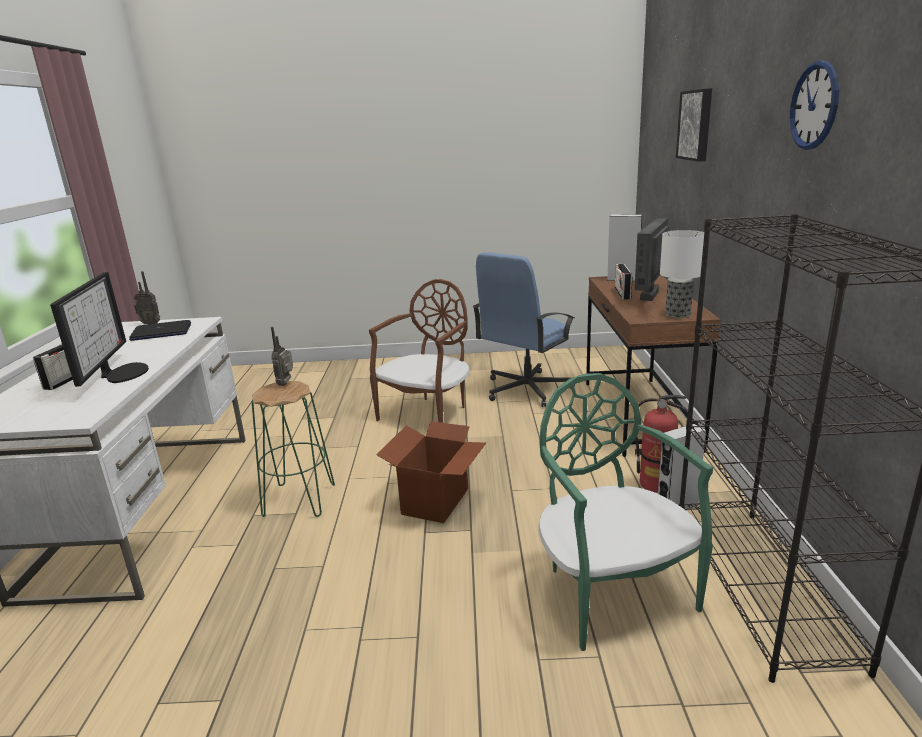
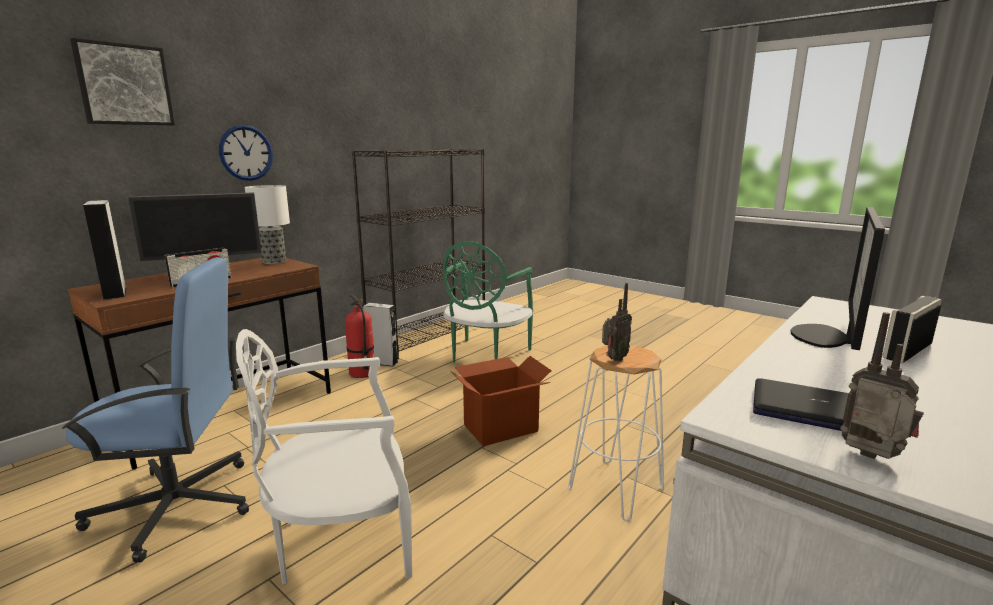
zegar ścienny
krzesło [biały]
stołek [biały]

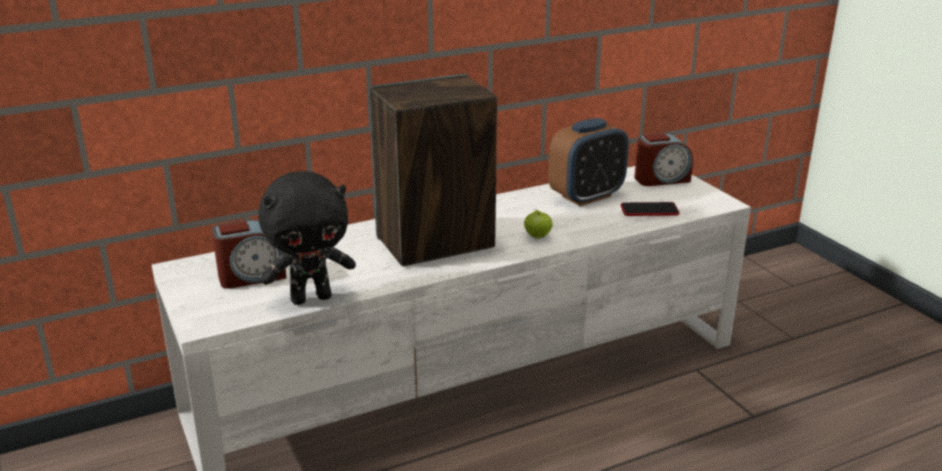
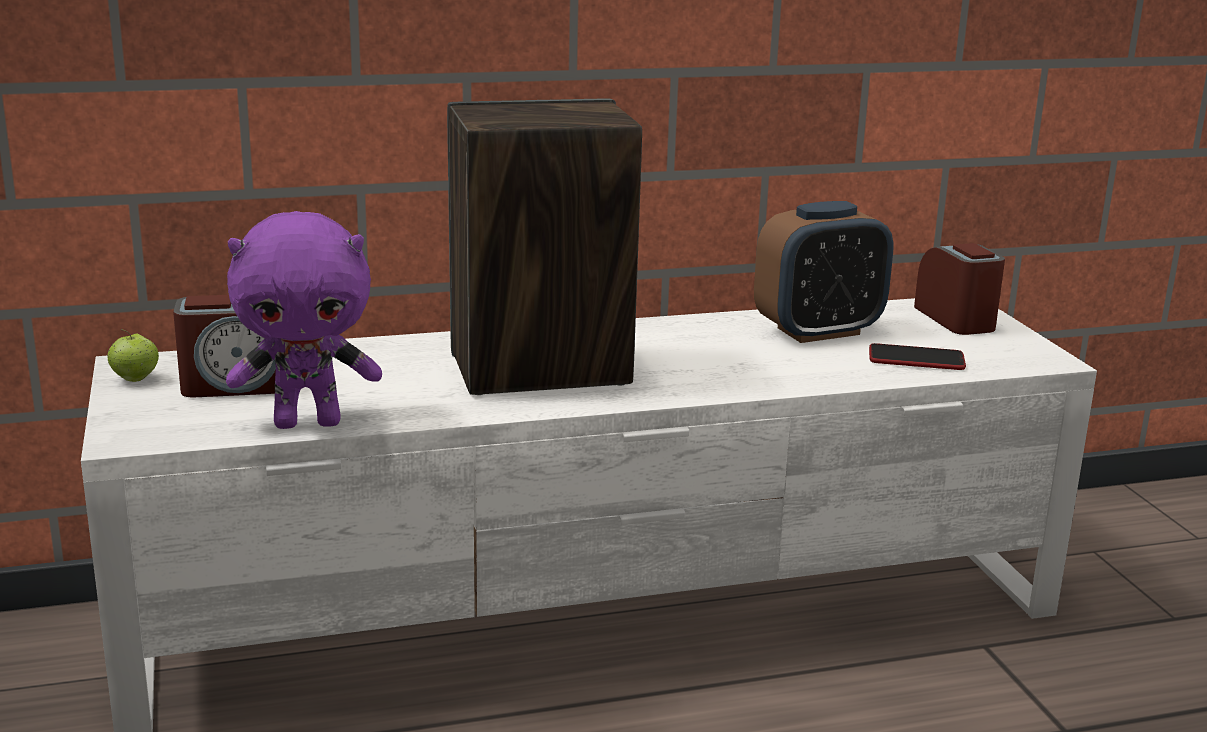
jabłko
pluszak [fioletowy]
budzik (3rd from left)

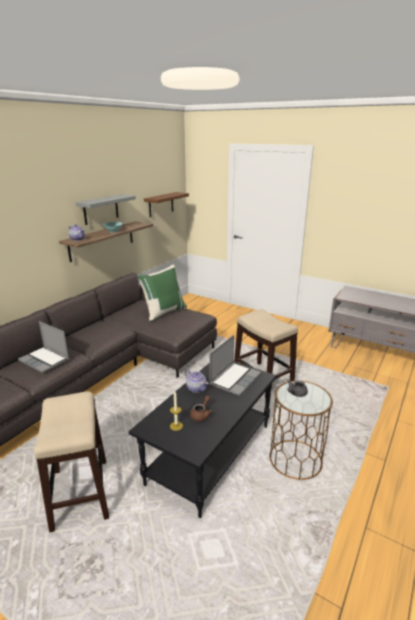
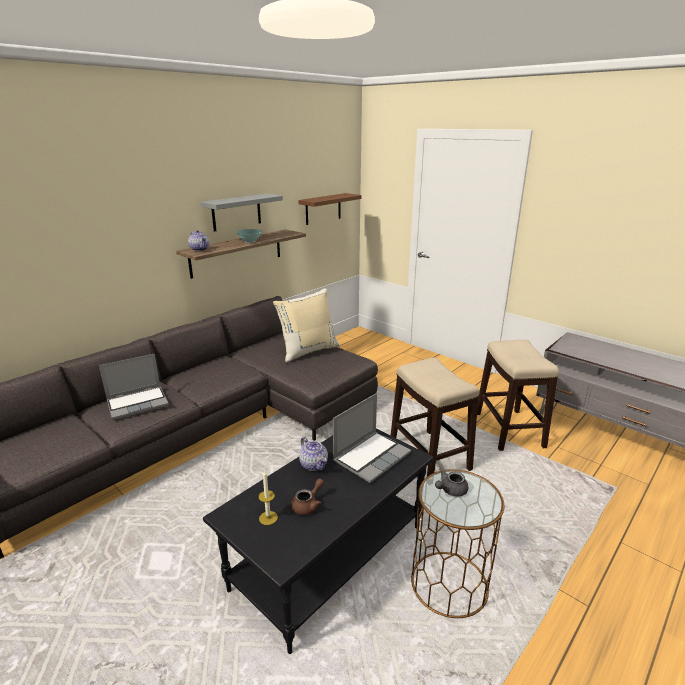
laptop (1st from left)
poduszka [beżowy]
stołek (2nd from left)

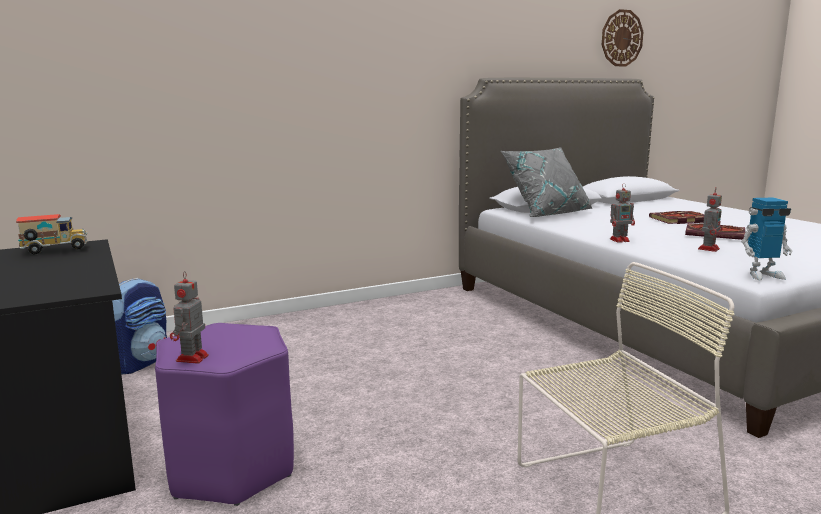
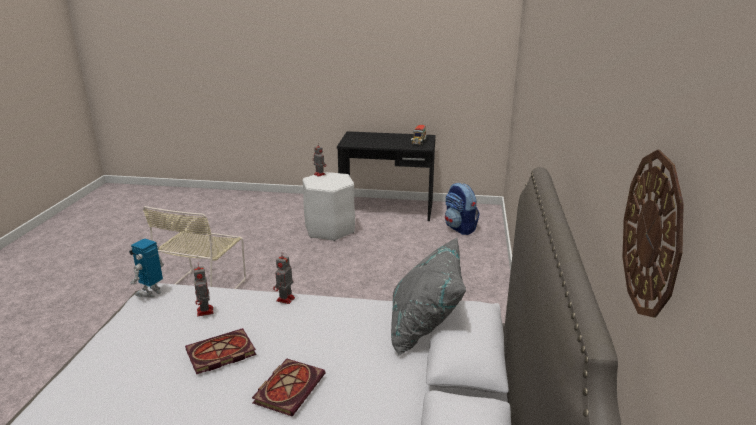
stołek [biały]

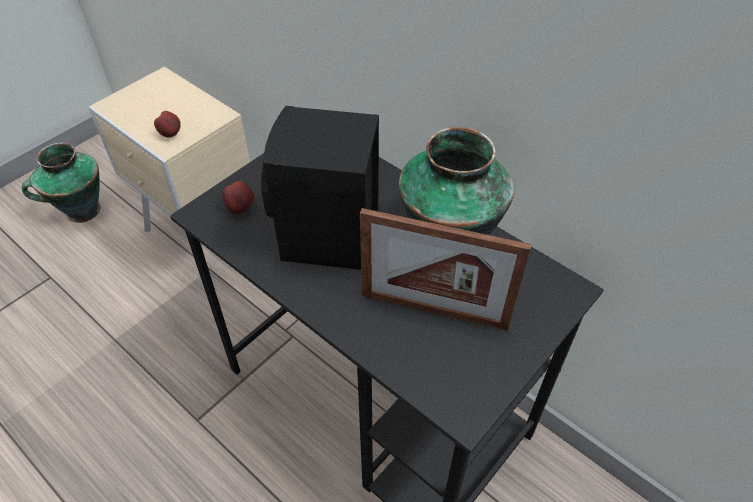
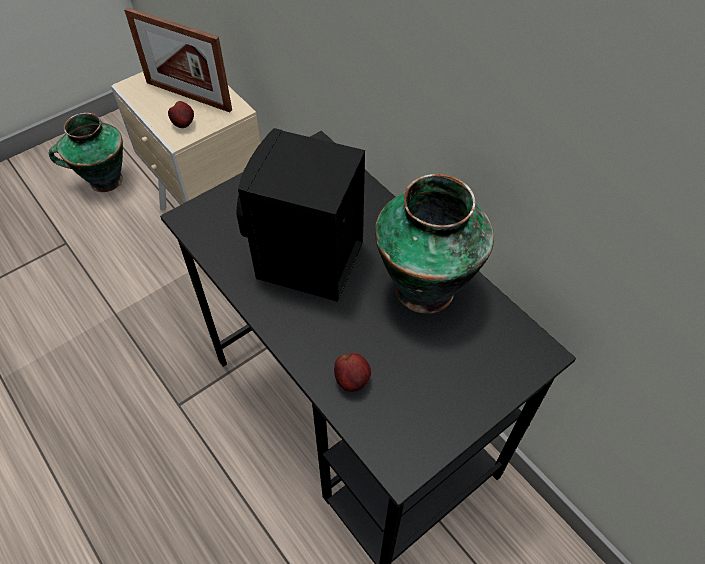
ramka na zdjęcie
jabłko (2nd from left)

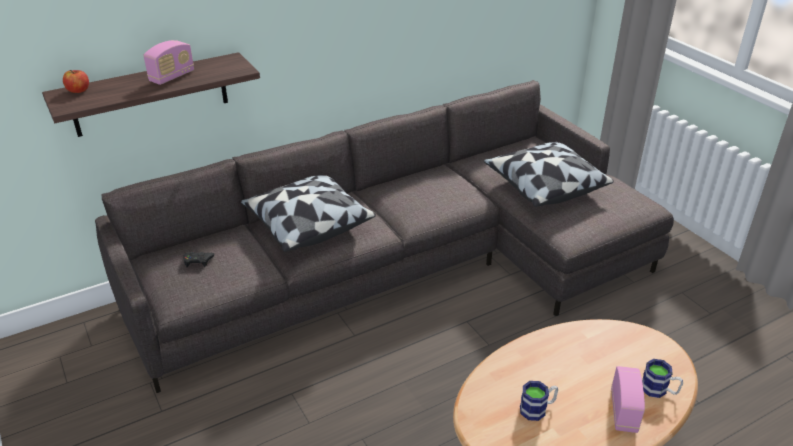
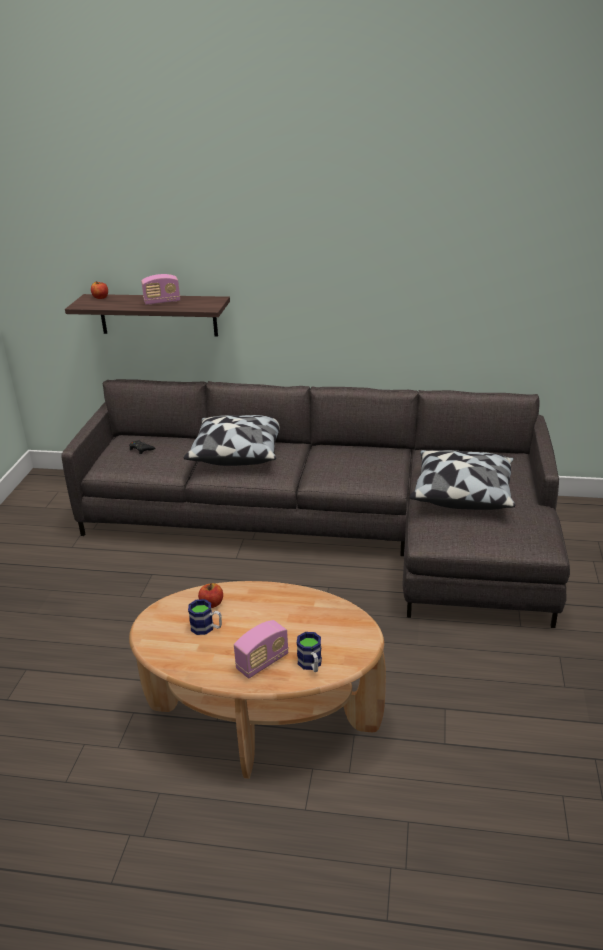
jabłko (2nd from left)

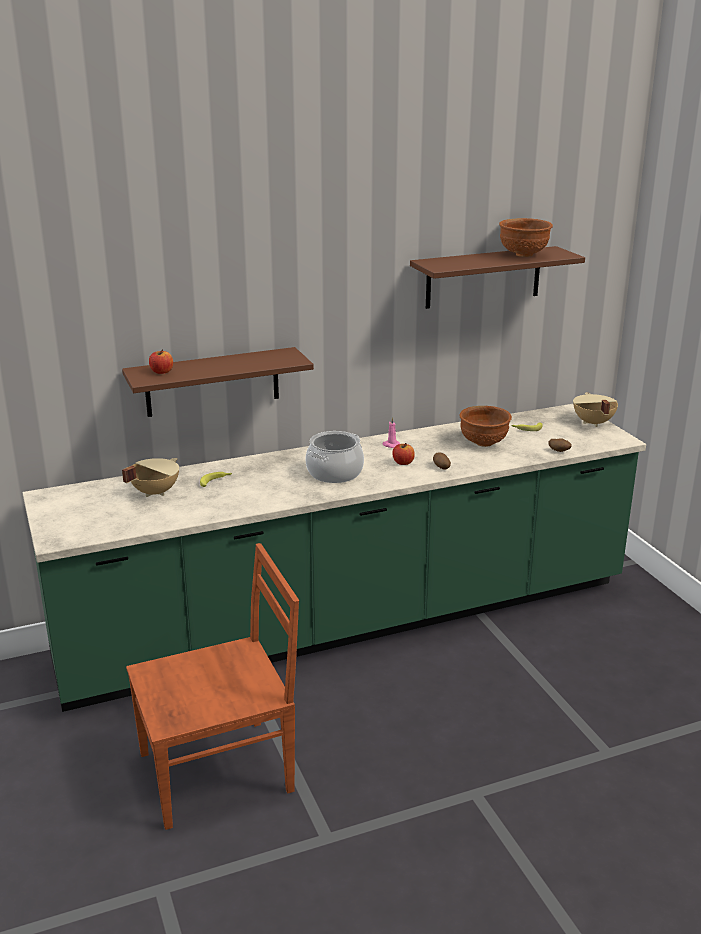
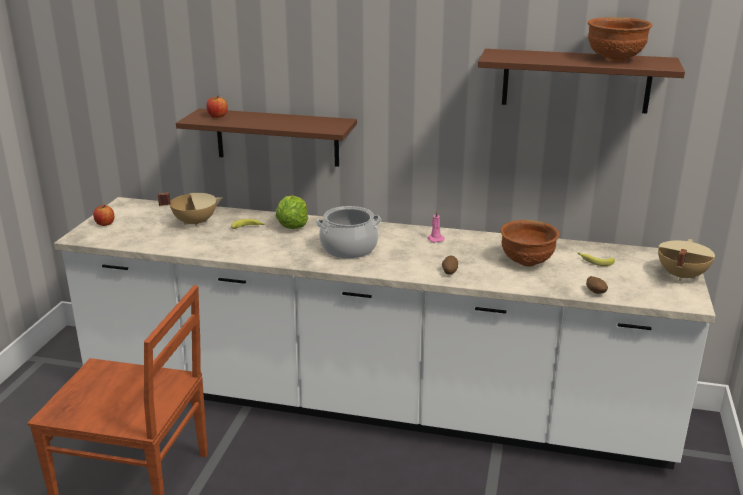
zabudowa kuchenna [biały]
jabłko (1st from left)
sałata

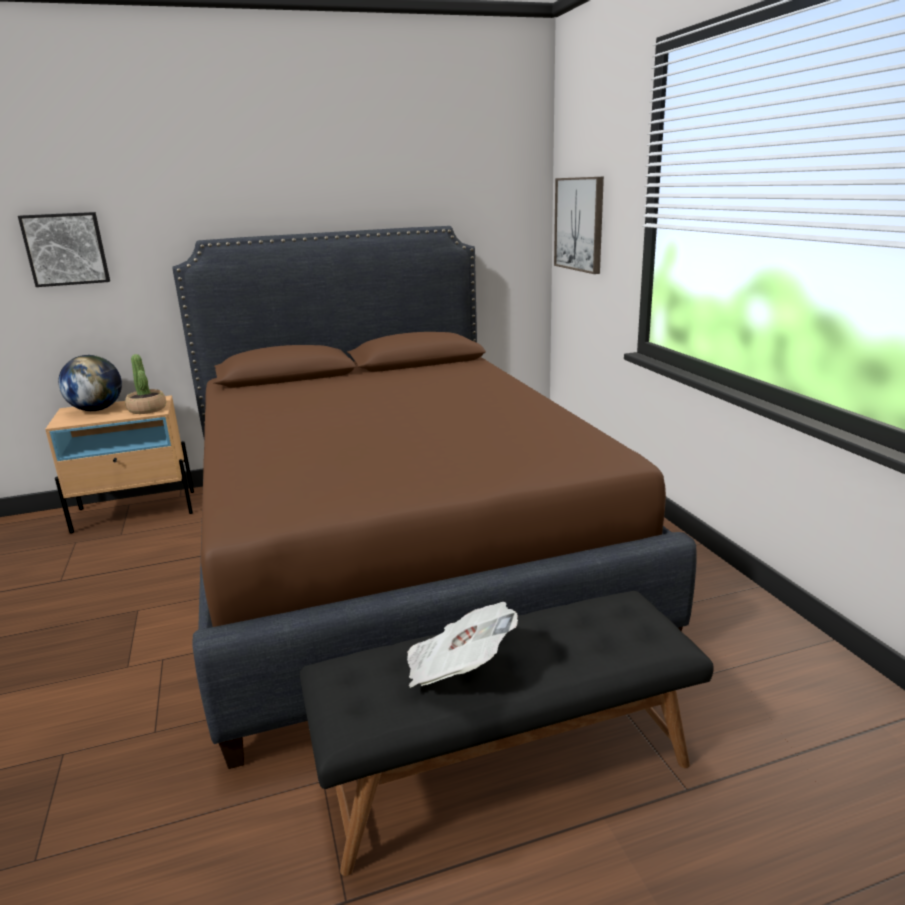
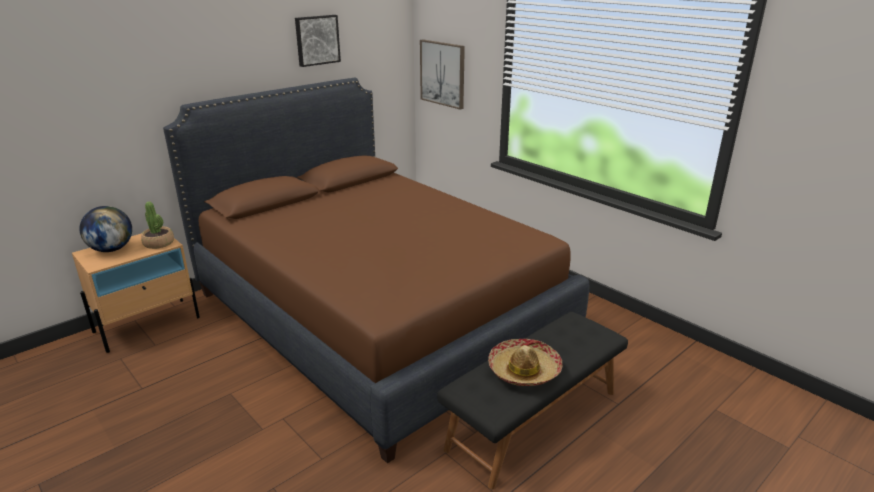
obraz (1st from left)
kapelusz

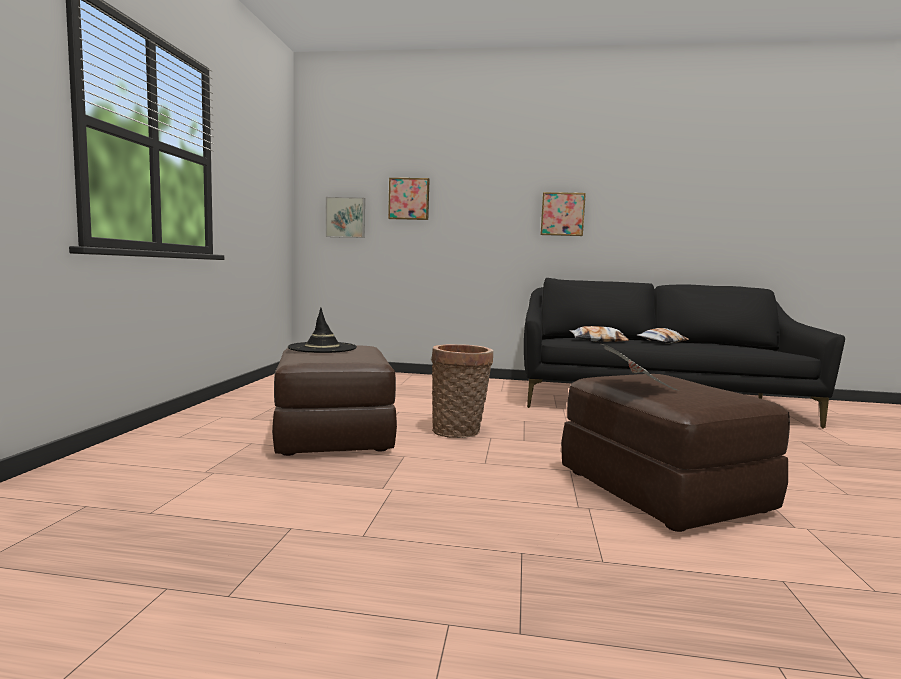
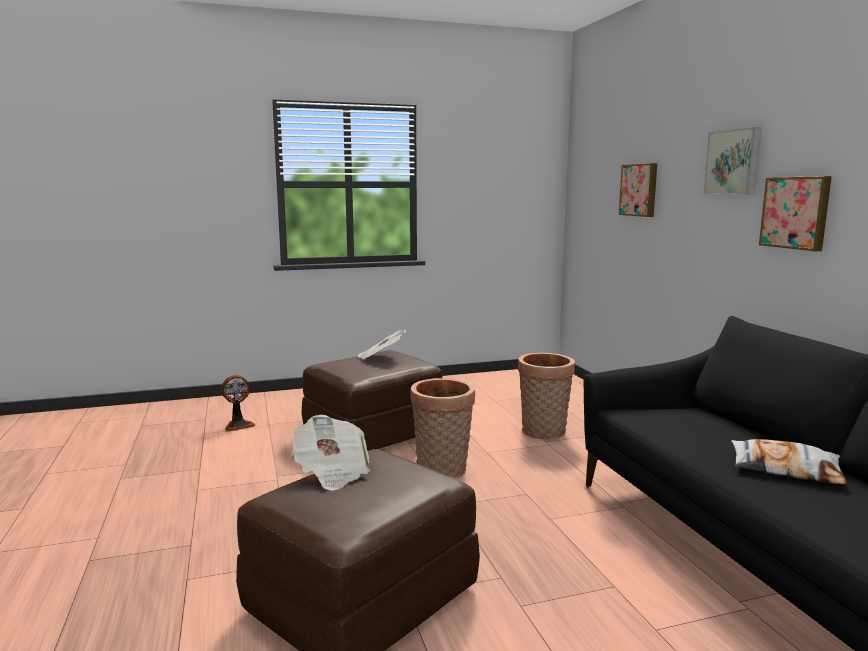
wentylator
gazeta (2nd from left)
koszyk (2nd from left)
obraz (2nd from left)
poduszka (1st from left in the first image)

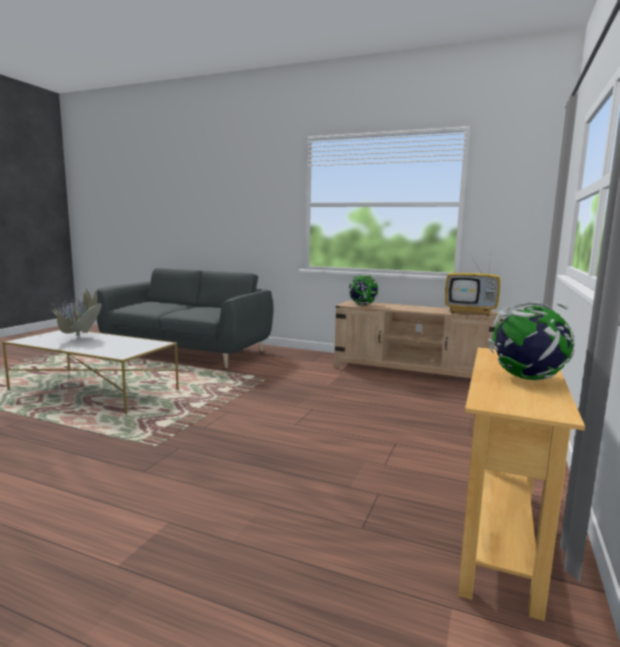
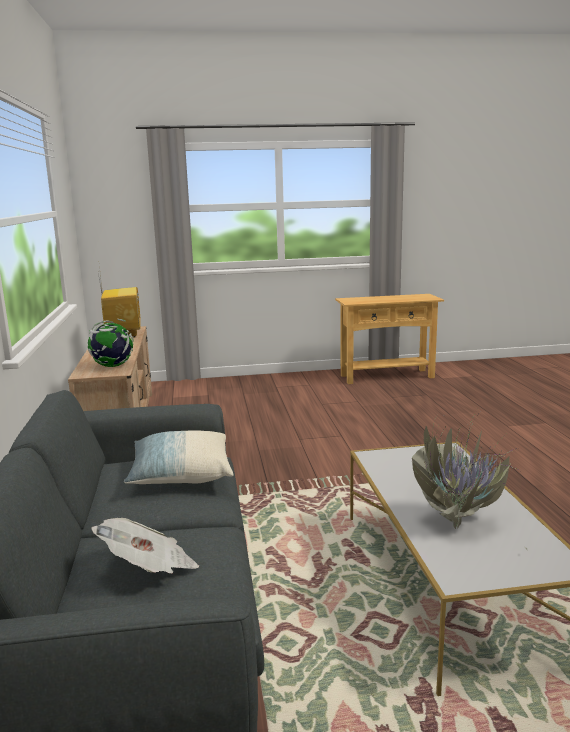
gazeta
poduszka
globus (2nd from left in the first image)

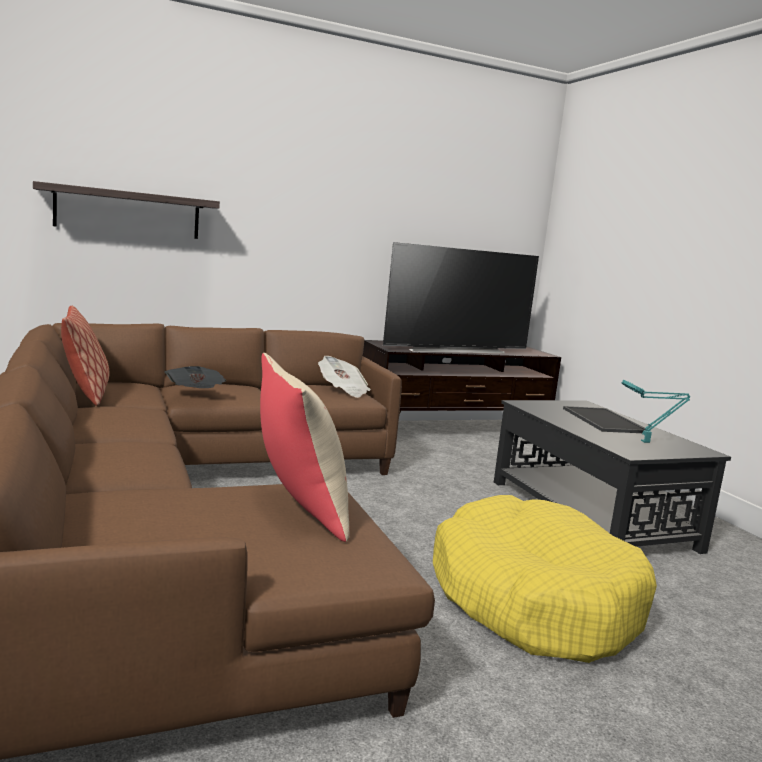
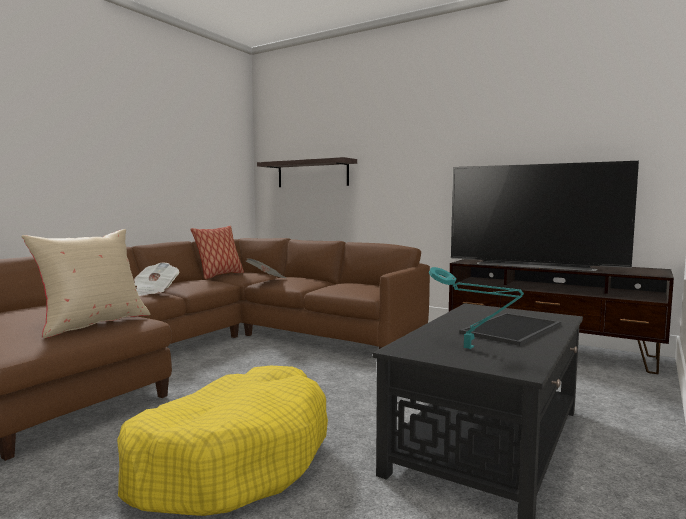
gazeta (1st from left)

